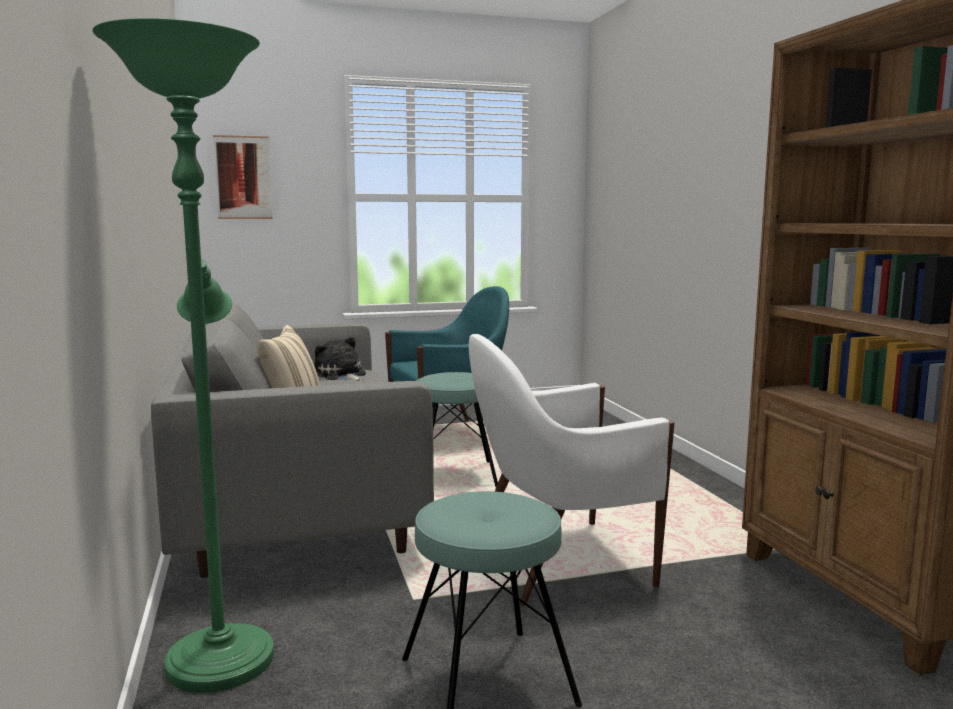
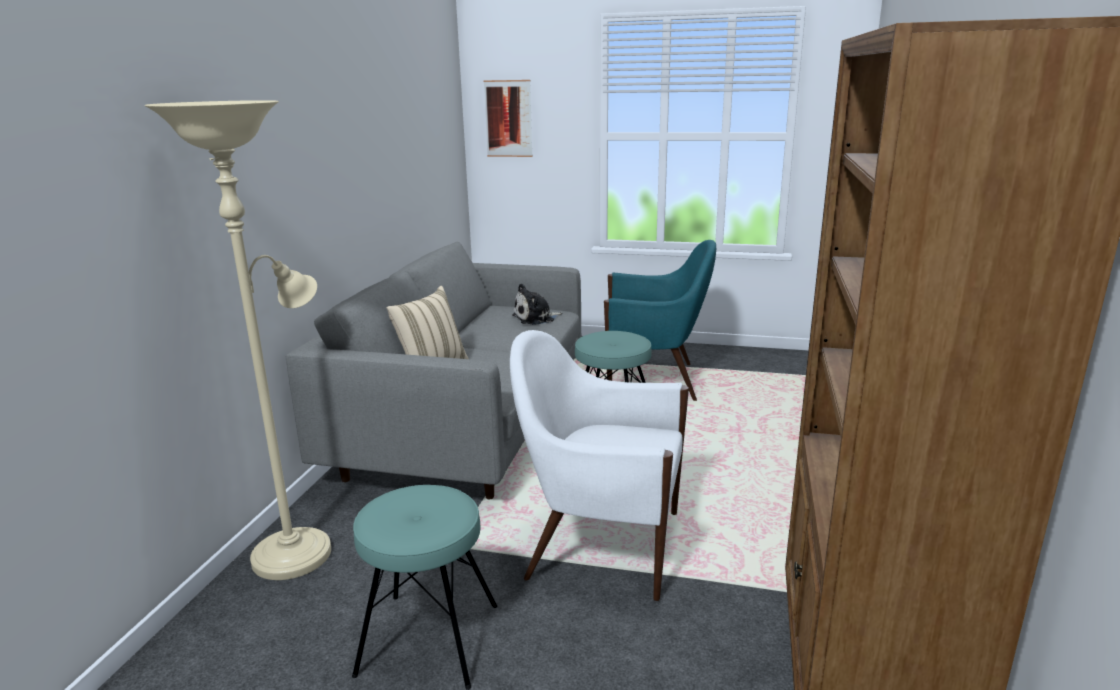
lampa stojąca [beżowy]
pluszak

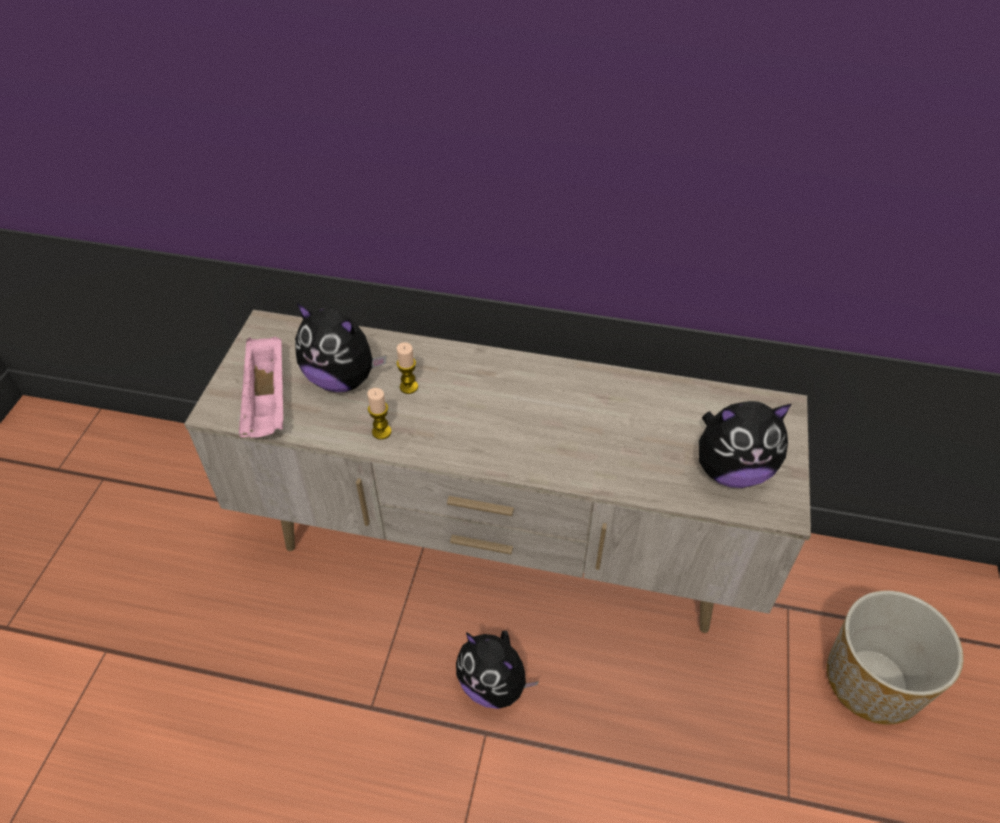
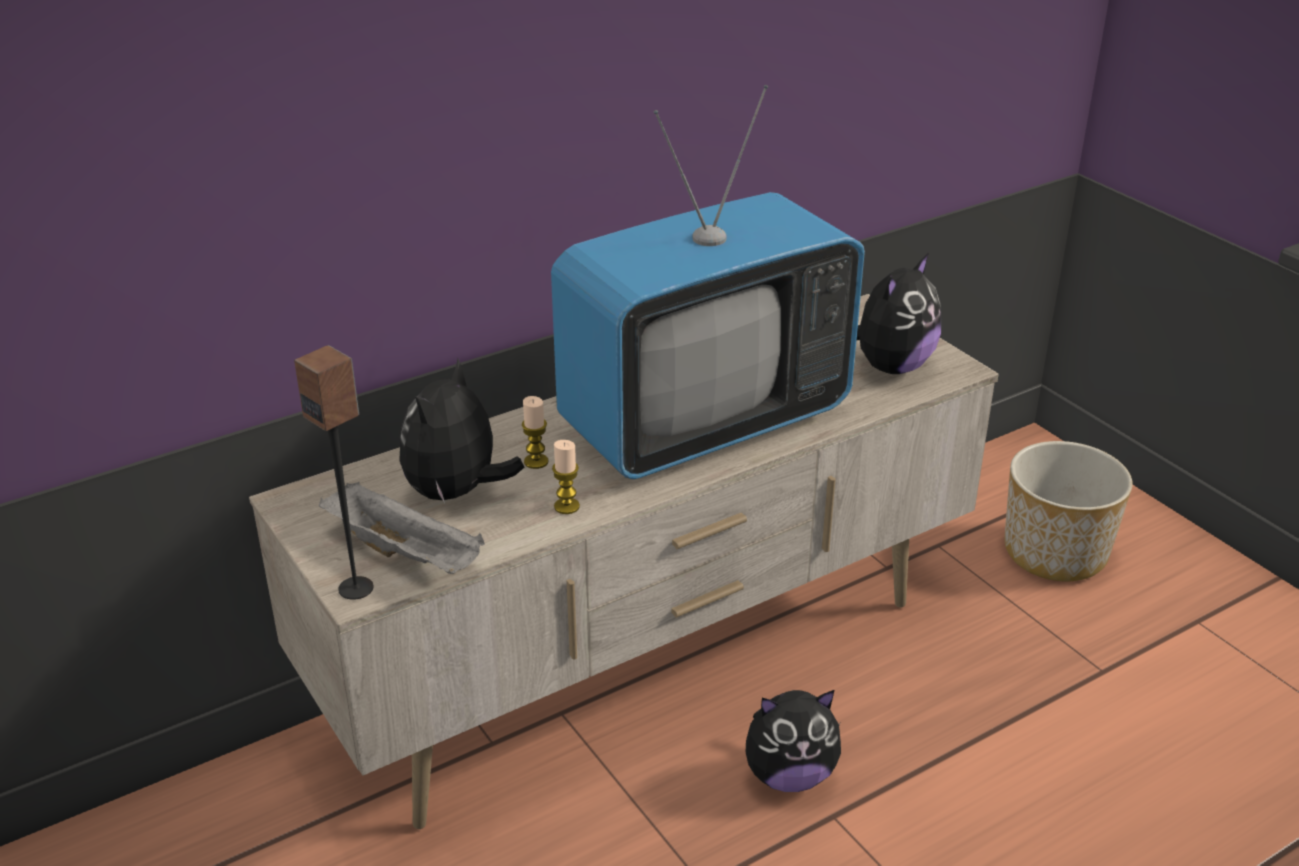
głośnik
taca [szary]
pluszak (1st from left)
telewizor

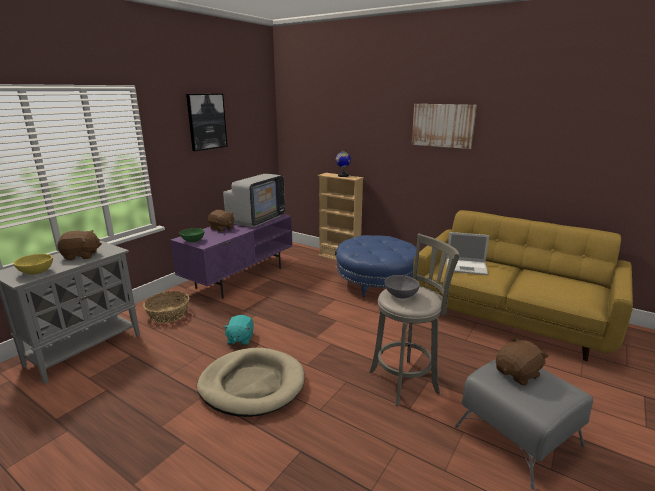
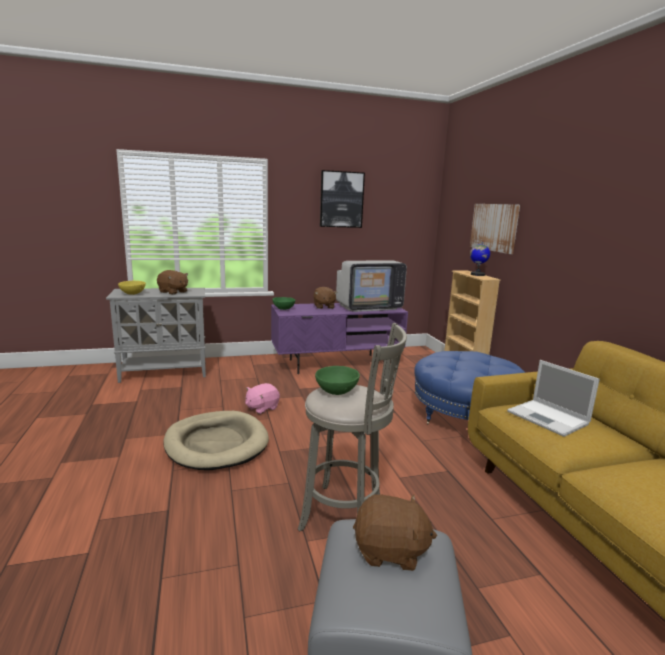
pluszak [różowy]
miska [zielony] (2nd from left)
obraz (2nd from left)
koszyk

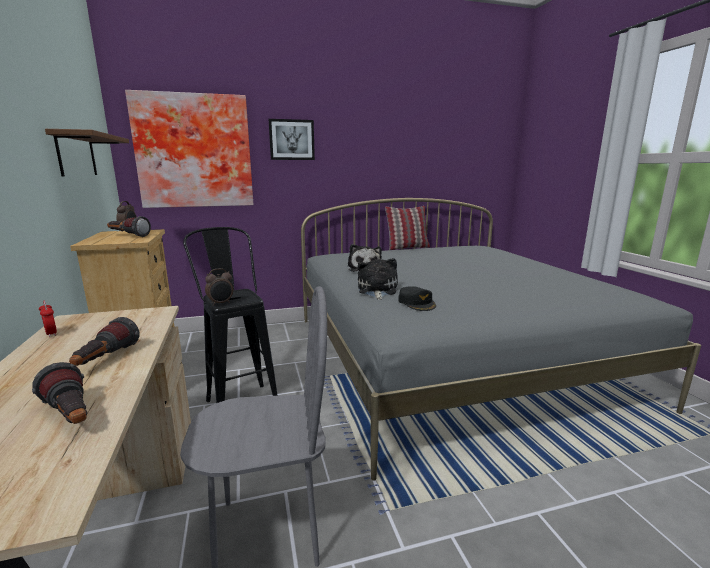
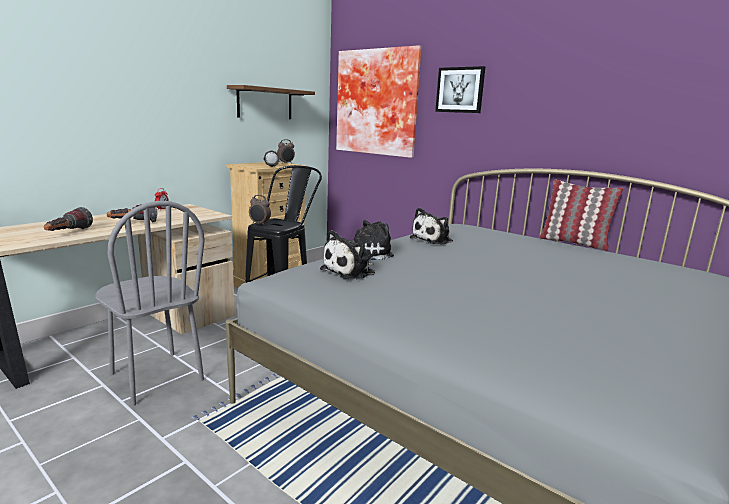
pluszak (1st from left)

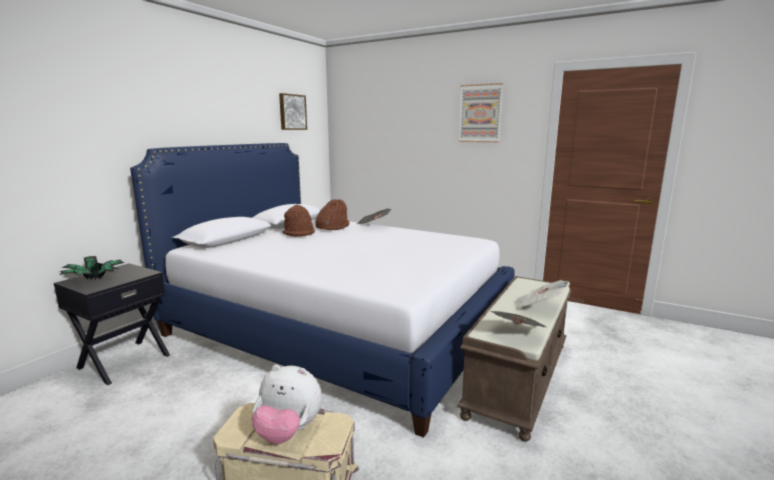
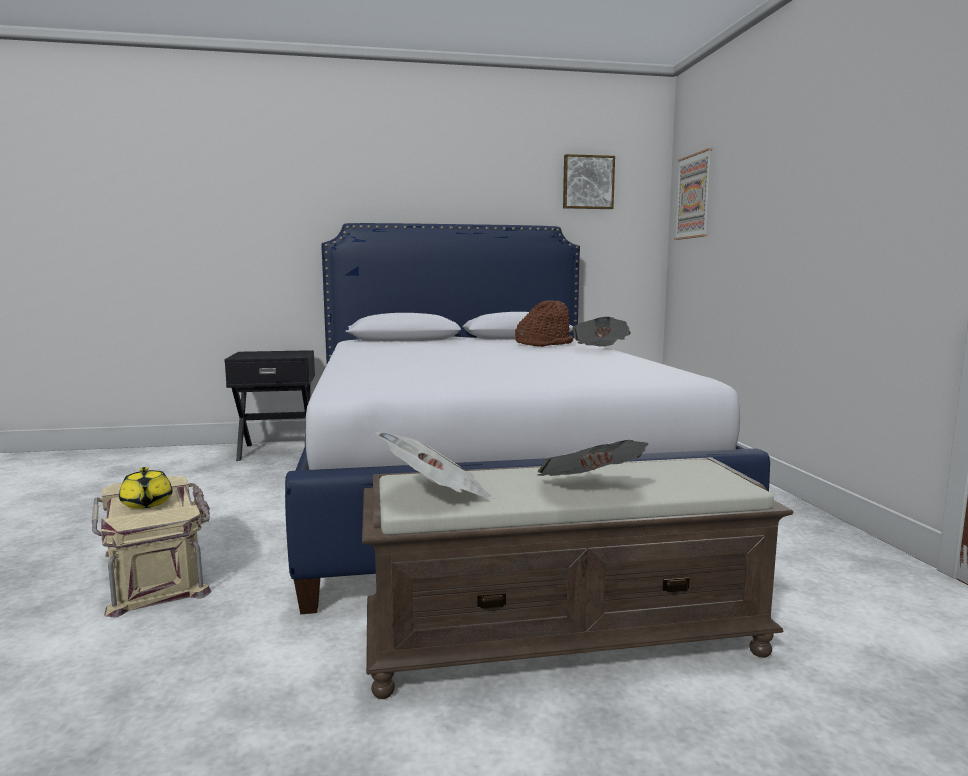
imbryk [żółty]
obraz (2nd from left)
roślina doniczkowa
kapelusz [brązowy] (1st from left in the first image)

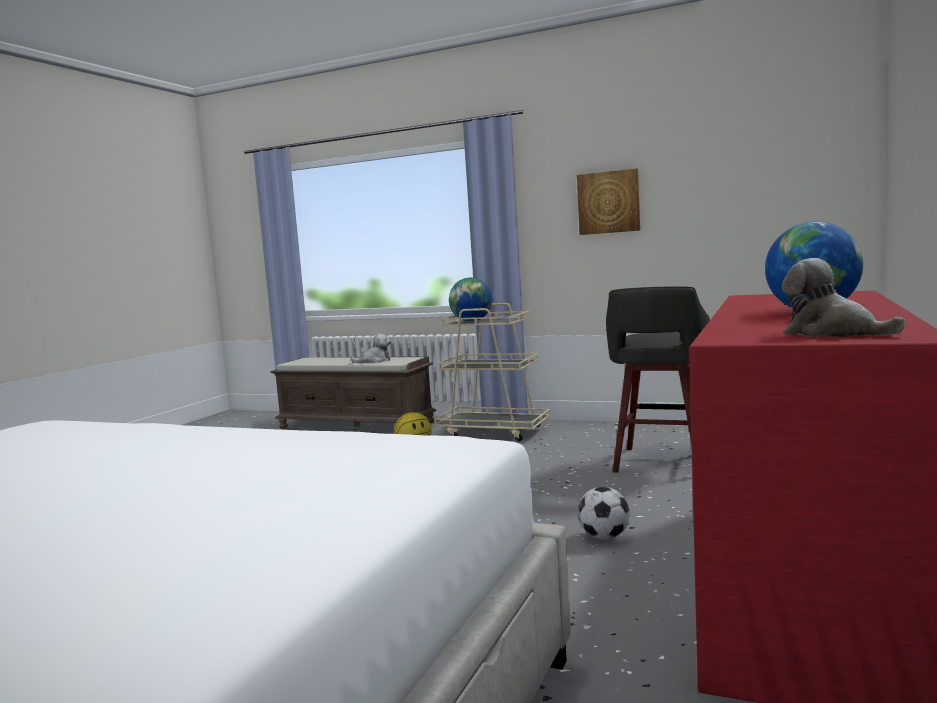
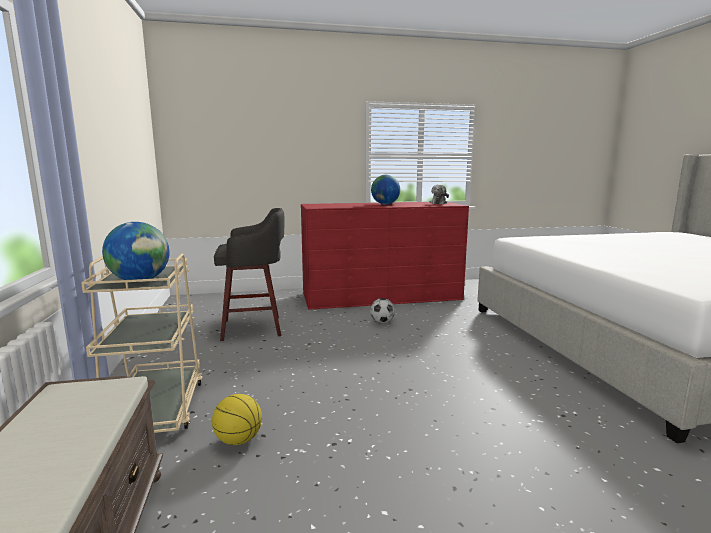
pluszak (1st from left in the first image)
obraz

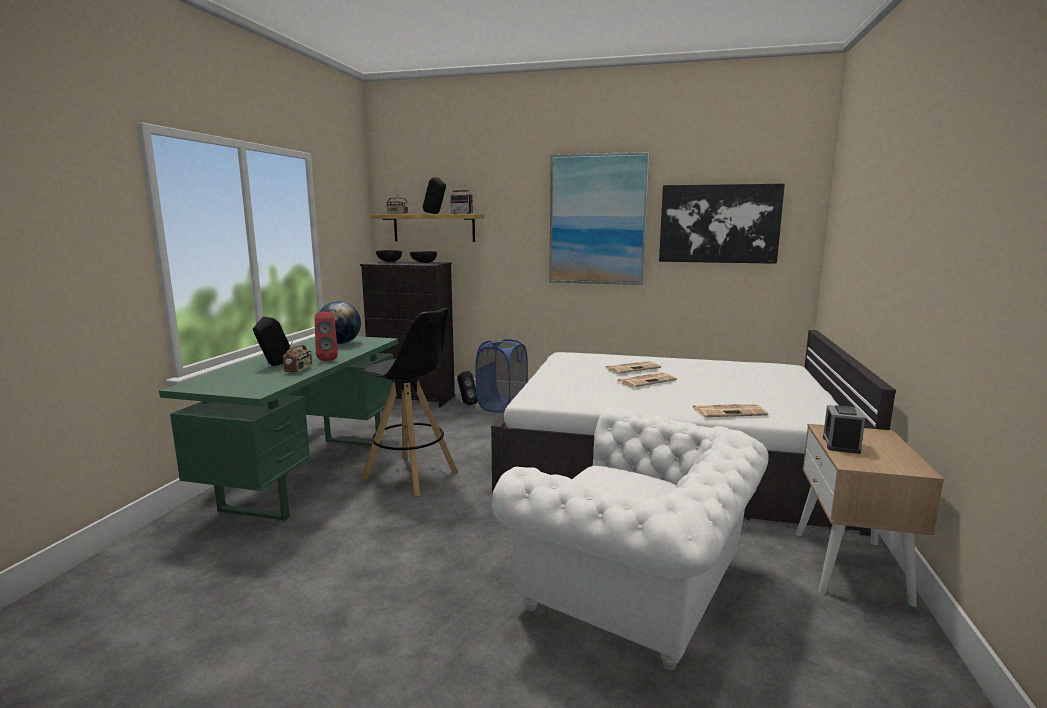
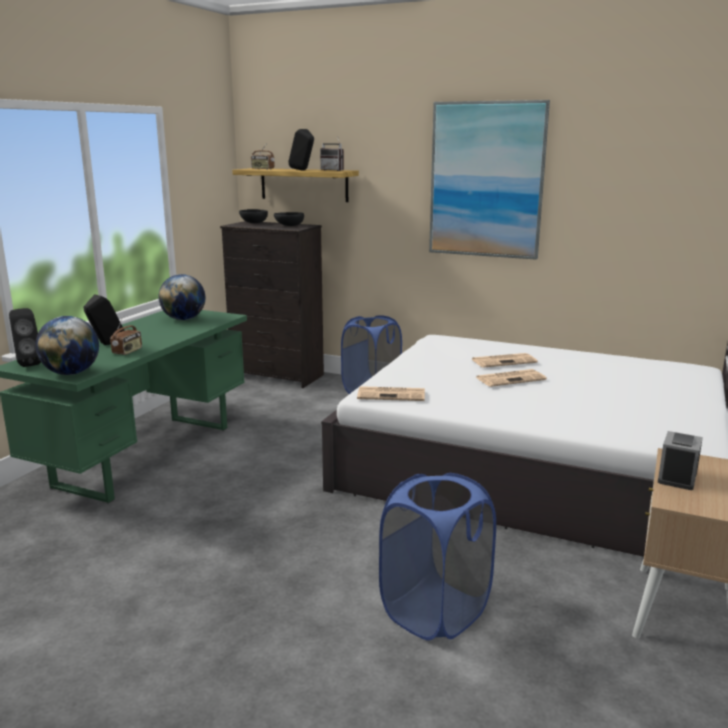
głośnik [czarny] (1st from left)
globus (1st from left)
gazeta (1st from left)
kosz na pranie [niebieski] (2nd from left)
głośnik [czerwony]
stołek [czarny]
obraz (2nd from left in the first image)

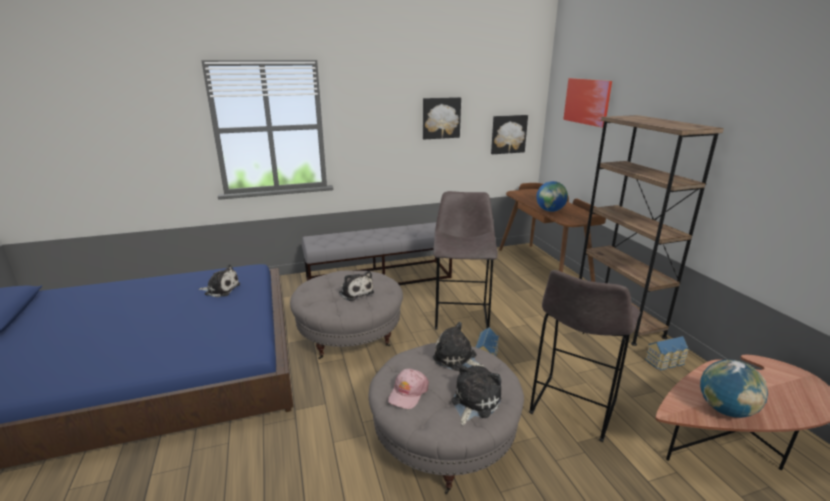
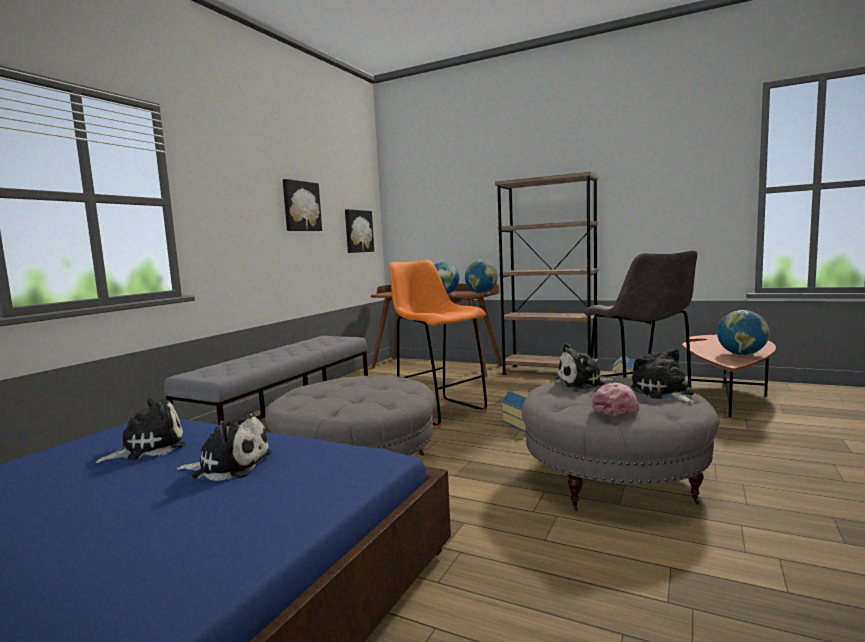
pluszak (2nd from left)
stołek [pomarańczowy]
globus (2nd from left)
czapka z daszkiem [różowy]
obraz (3rd from left in the first image)

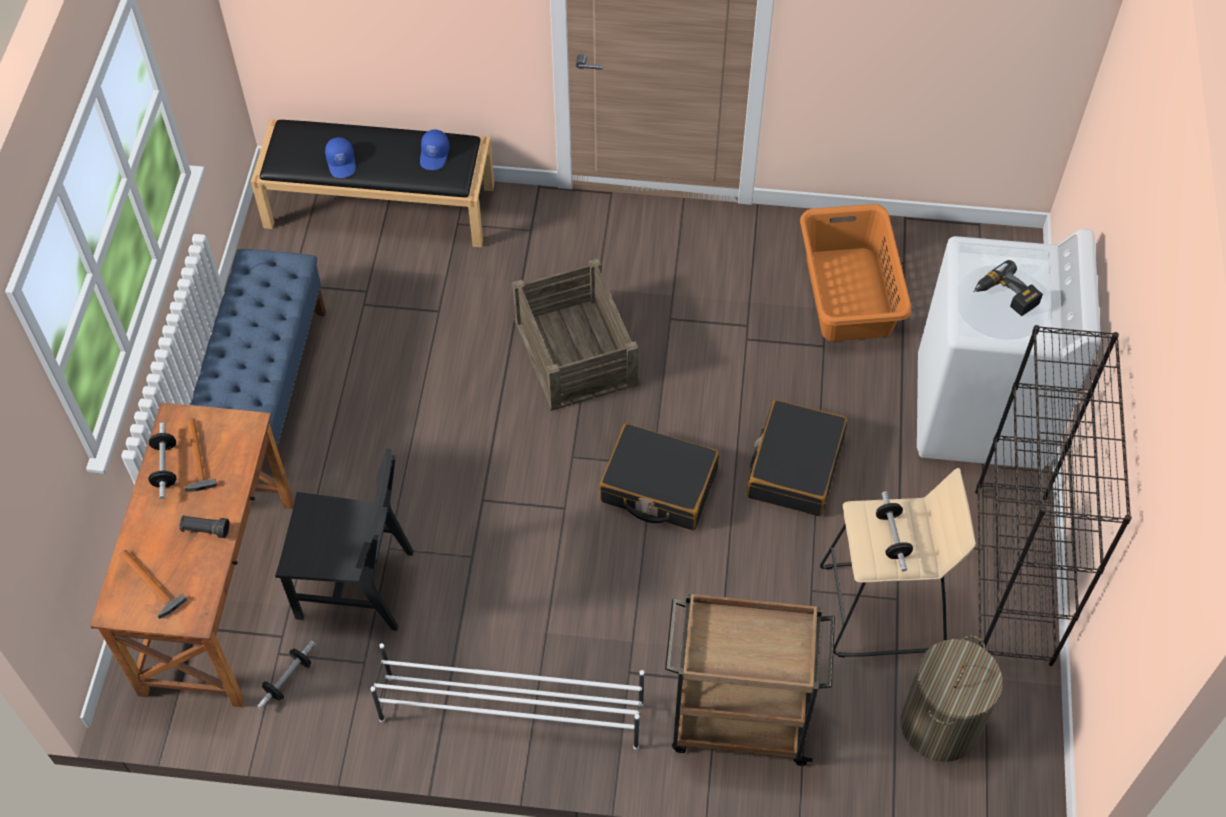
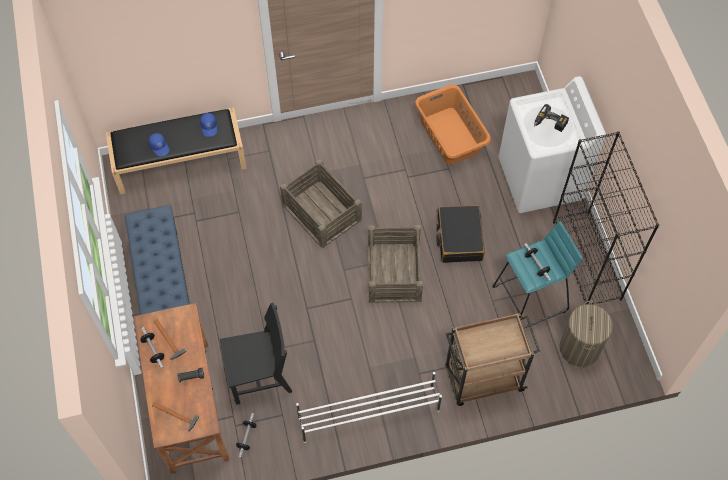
skrzynka (2nd from left)
stołek [turkusowy]

